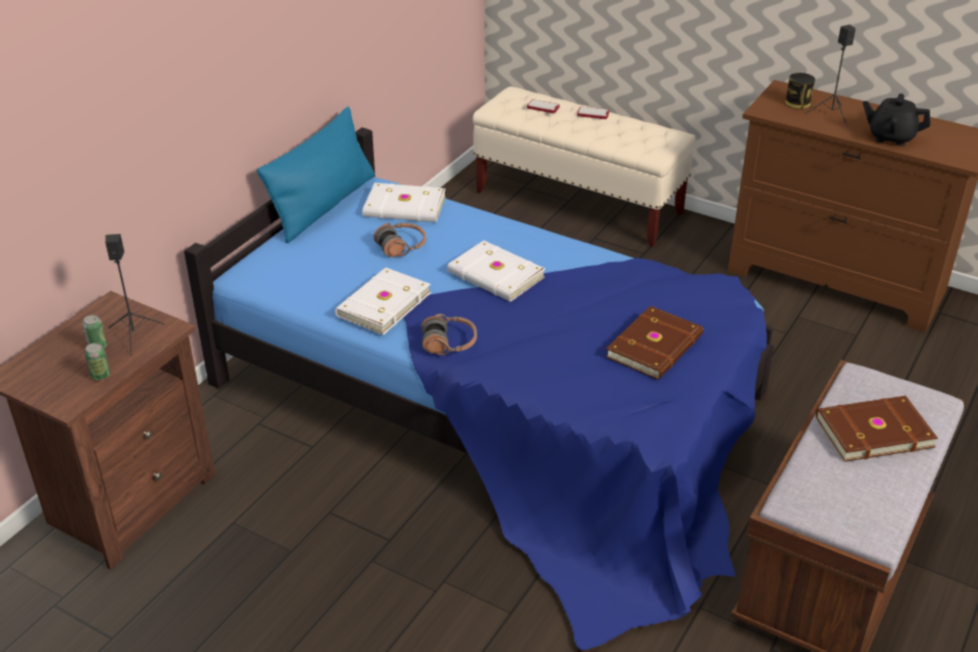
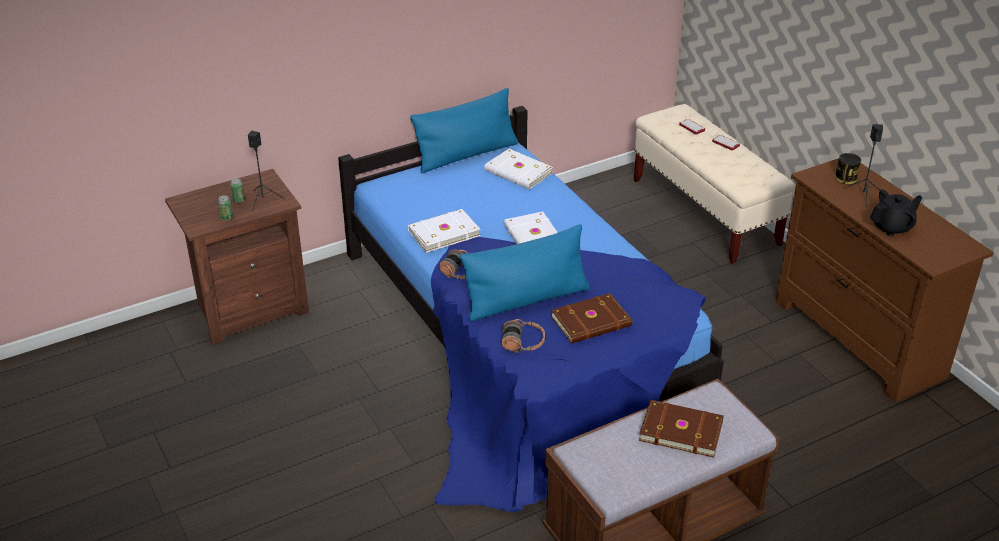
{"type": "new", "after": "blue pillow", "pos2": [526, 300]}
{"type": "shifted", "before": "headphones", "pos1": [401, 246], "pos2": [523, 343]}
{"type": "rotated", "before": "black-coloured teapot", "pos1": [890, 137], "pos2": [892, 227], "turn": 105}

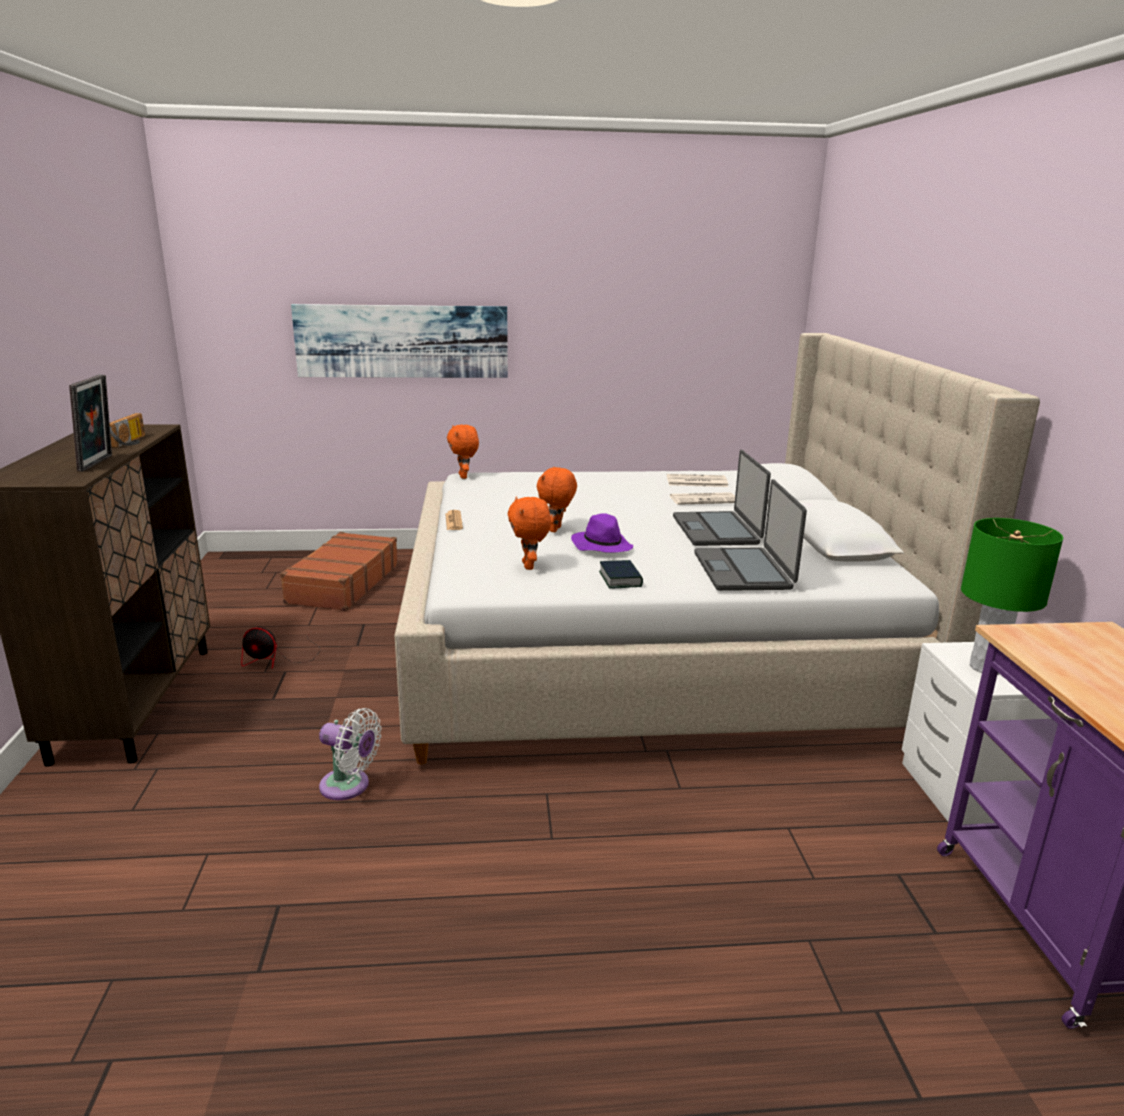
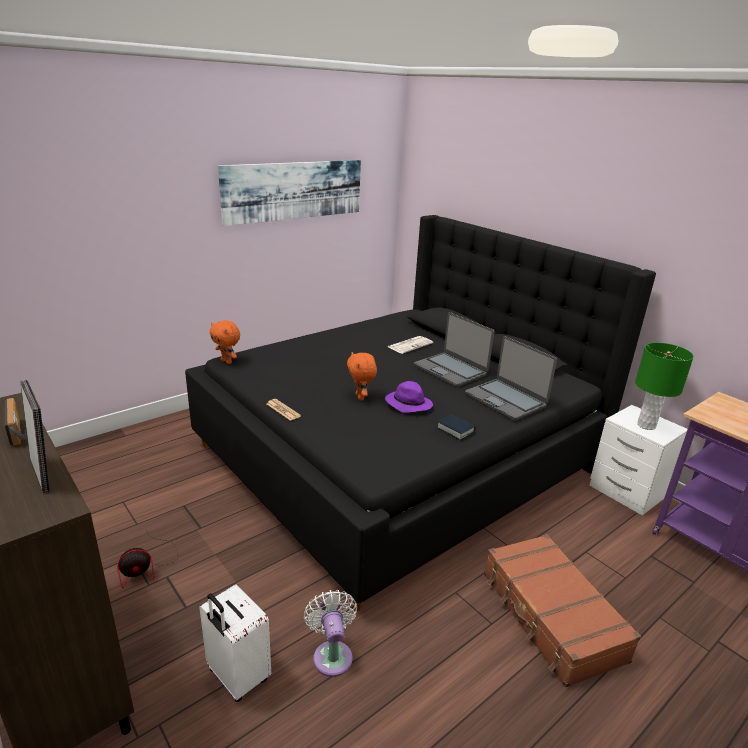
{"type": "gone", "before": "orange-coloured soft toy", "pos1": [529, 566]}
{"type": "gone", "before": "newspaper", "pos1": [696, 482]}
{"type": "new", "after": "white piece of luggage", "pos2": [237, 676]}
{"type": "shifted", "before": "brown-coloured piece of luggage", "pos1": [342, 584], "pos2": [550, 616]}
{"type": "shifted", "before": "wall picture", "pos1": [402, 341], "pos2": [294, 190]}
{"type": "repainted", "before": "sand-coloured bed", "after": "black-coloured bed", "pos1": [649, 649], "pos2": [400, 455]}
{"type": "rotated", "before": "white fan", "pos1": [349, 786], "pos2": [332, 654], "turn": -90}

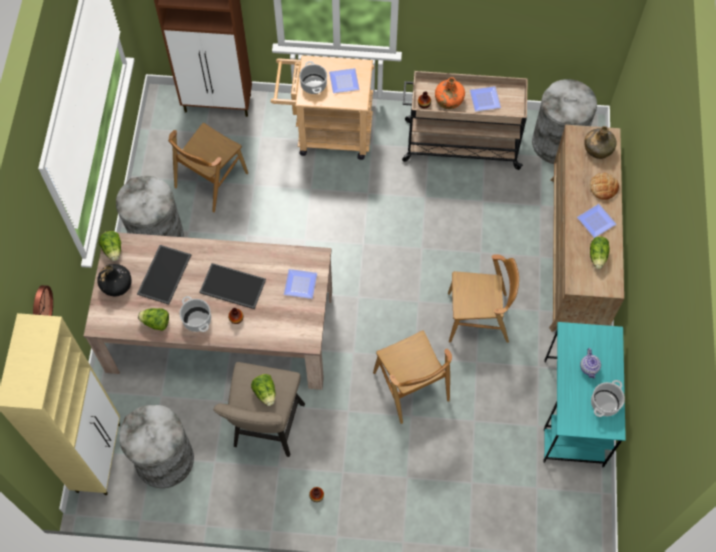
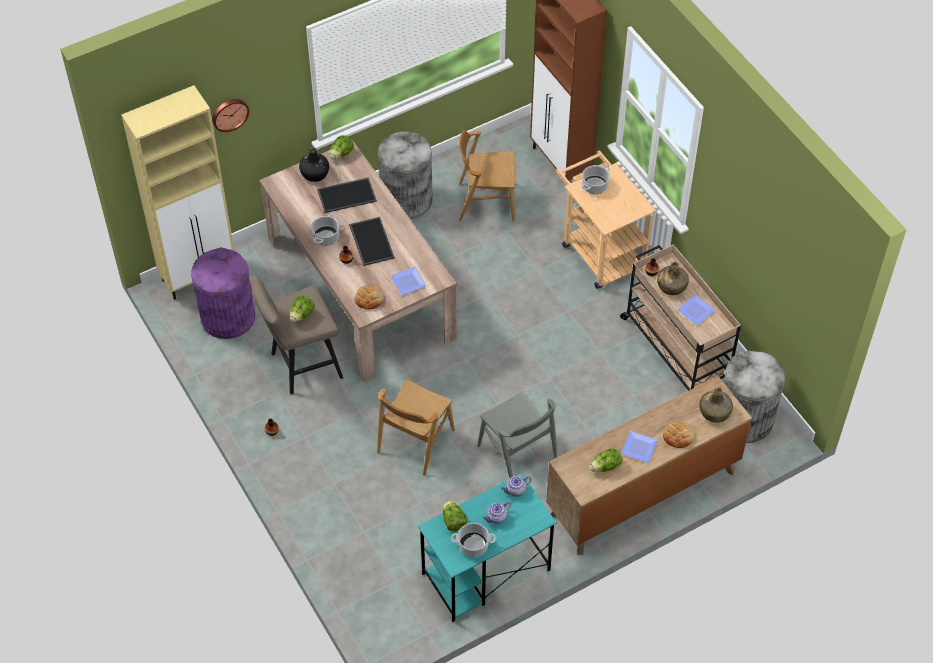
{"type": "gone", "before": "plate", "pos1": [343, 82]}
{"type": "new", "after": "bread", "pos2": [369, 299]}
{"type": "new", "after": "teapot", "pos2": [515, 490]}
{"type": "shifted", "before": "lettuce", "pos1": [156, 323], "pos2": [453, 521]}
{"type": "repainted", "before": "grey waste bin", "after": "purplish waste bin", "pos1": [164, 459], "pos2": [228, 316]}
{"type": "repainted", "before": "orange-coloured beverage bottle", "after": "green-coloured beverage bottle", "pos1": [448, 100], "pos2": [671, 286]}
{"type": "repainted", "before": "brown-coloured upright chair", "after": "grey upright chair", "pos1": [478, 318], "pos2": [517, 454]}

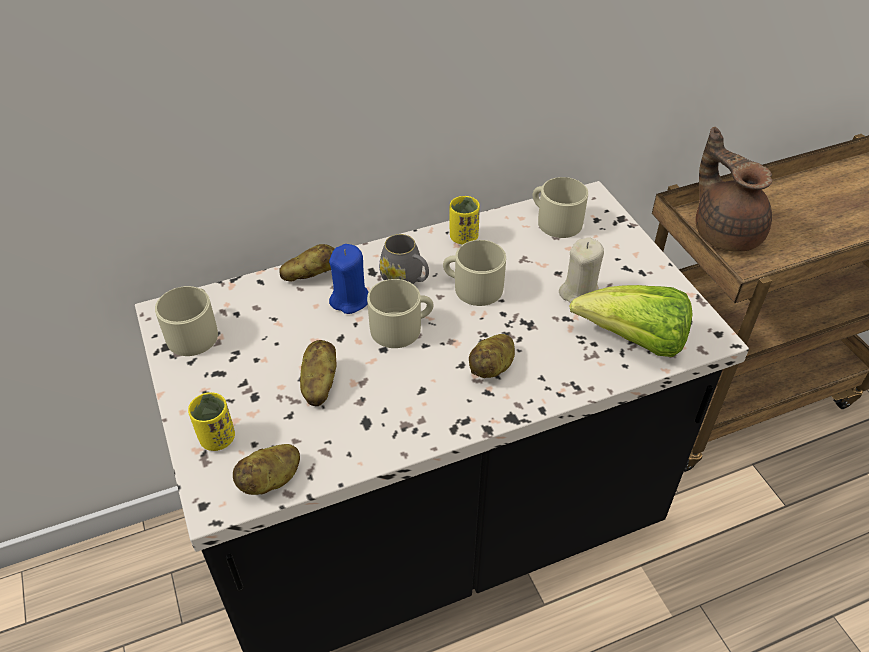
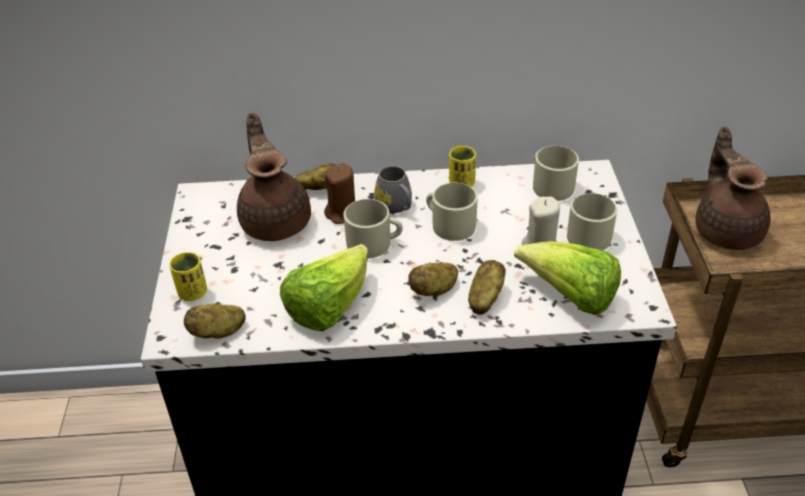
{"type": "new", "after": "brown-coloured teapot", "pos2": [276, 220]}
{"type": "new", "after": "lettuce", "pos2": [328, 307]}
{"type": "shifted", "before": "sand-coloured coffee mug", "pos1": [195, 332], "pos2": [591, 234]}
{"type": "shifted", "before": "potato", "pos1": [319, 384], "pos2": [484, 298]}
{"type": "repainted", "before": "blue wax light", "after": "brown-coloured wax light", "pos1": [350, 299], "pos2": [343, 213]}

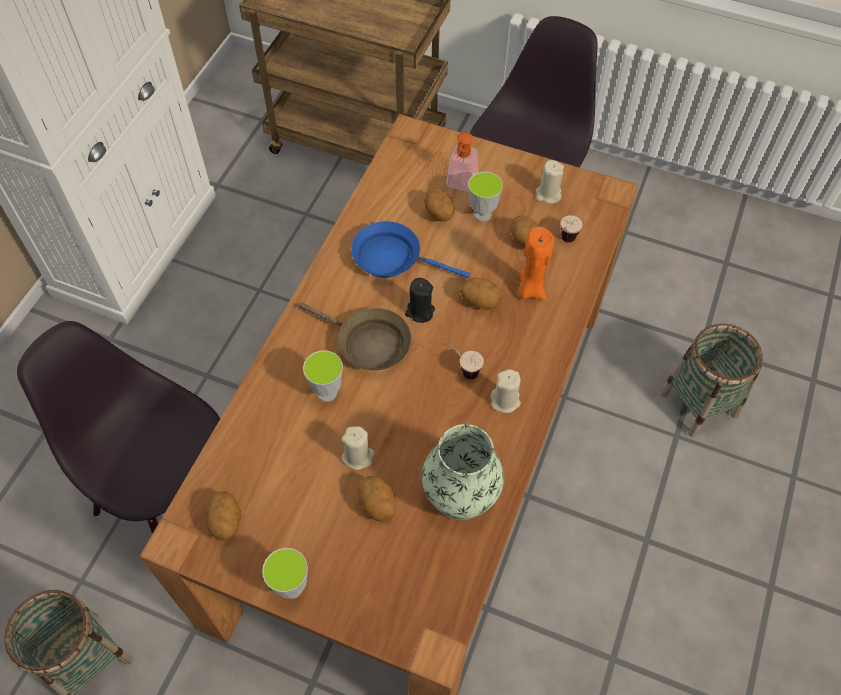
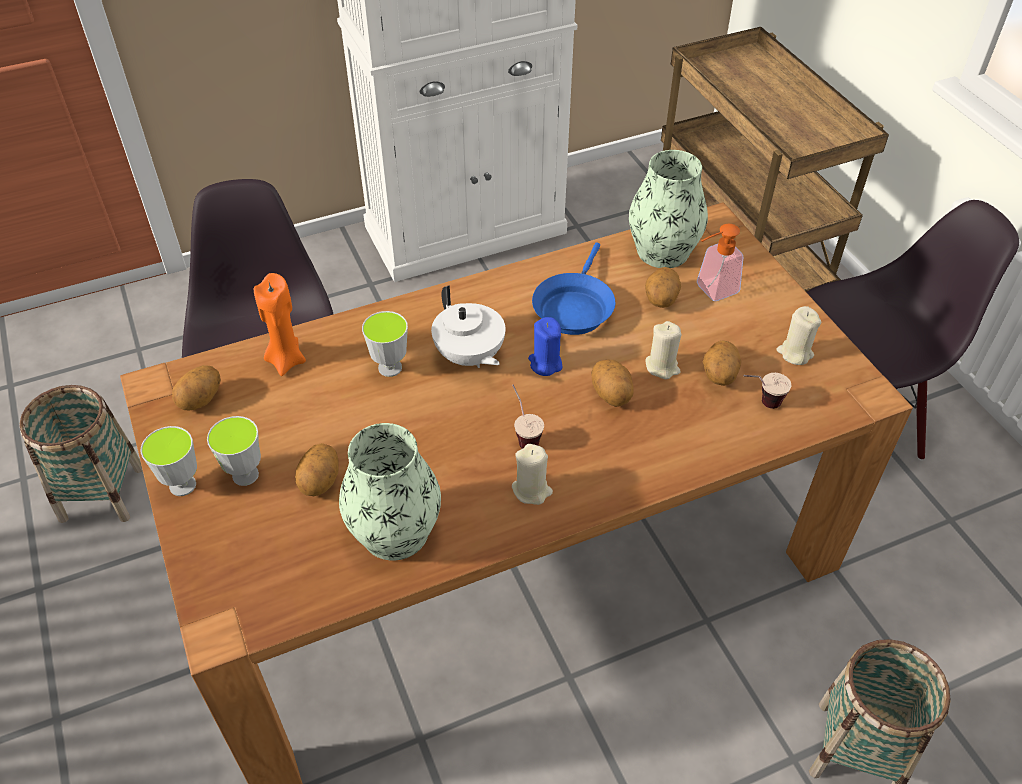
{"type": "new", "after": "vase", "pos2": [662, 251]}
{"type": "shifted", "before": "sand-coloured wax light", "pos1": [358, 456], "pos2": [662, 367]}
{"type": "shifted", "before": "cup", "pos1": [482, 214], "pos2": [245, 475]}
{"type": "shifted", "before": "orange-coloured wax light", "pos1": [530, 289], "pos2": [286, 360]}
{"type": "swapped", "before": "brown-coloured frying pan", "after": "white teapot", "pos1": [368, 344], "pos2": [469, 356]}
{"type": "repainted", "before": "black-coloured wax light", "after": "blue wax light", "pos1": [419, 311], "pos2": [545, 363]}
{"type": "rotated", "before": "blue frying pan", "pos1": [393, 258], "pos2": [574, 307], "turn": -135}

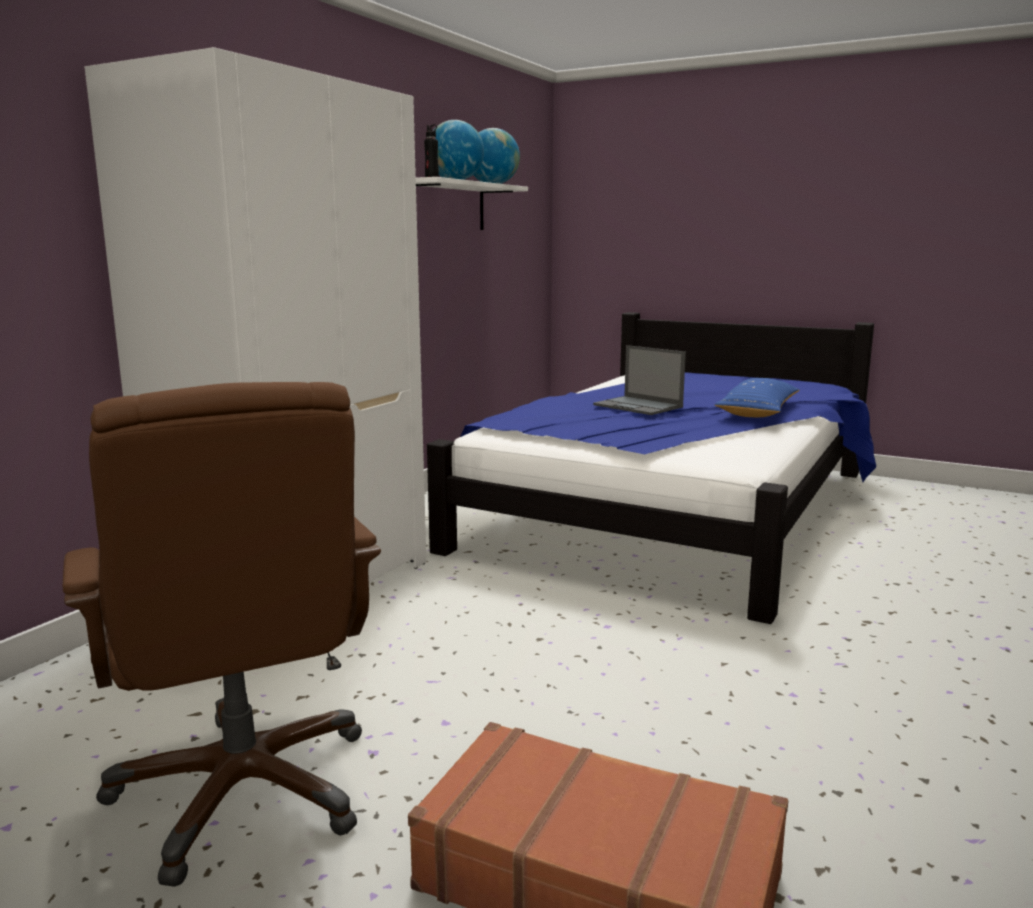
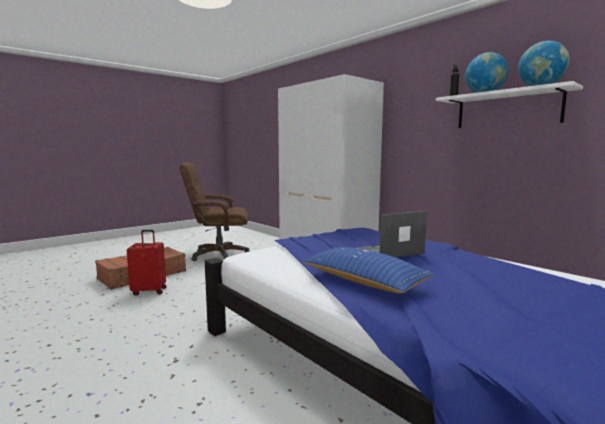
{"type": "new", "after": "red piece of luggage", "pos2": [149, 291]}

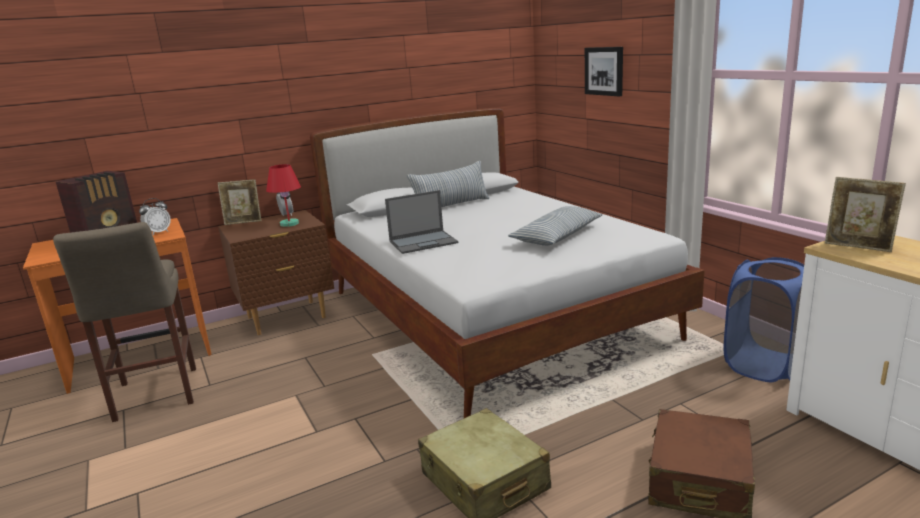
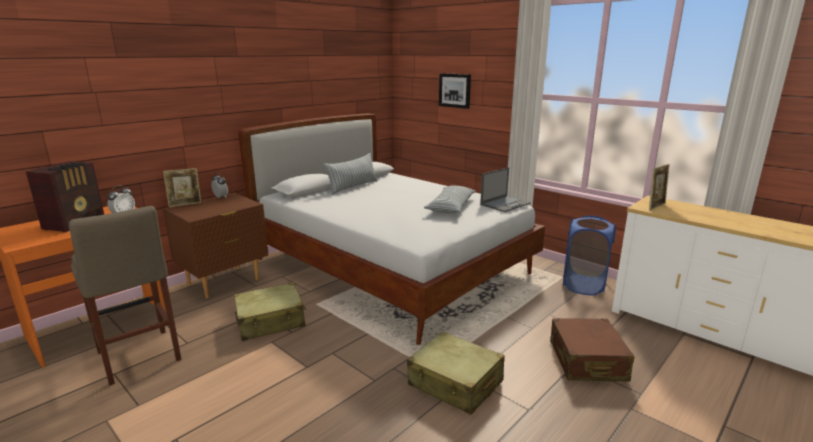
{"type": "gone", "before": "red table lamp", "pos1": [289, 224]}
{"type": "new", "after": "sand-coloured piece of luggage", "pos2": [271, 321]}
{"type": "shifted", "before": "portable computer", "pos1": [424, 242], "pos2": [505, 204]}
{"type": "rotated", "before": "photo frame", "pos1": [858, 247], "pos2": [655, 206], "turn": -60}

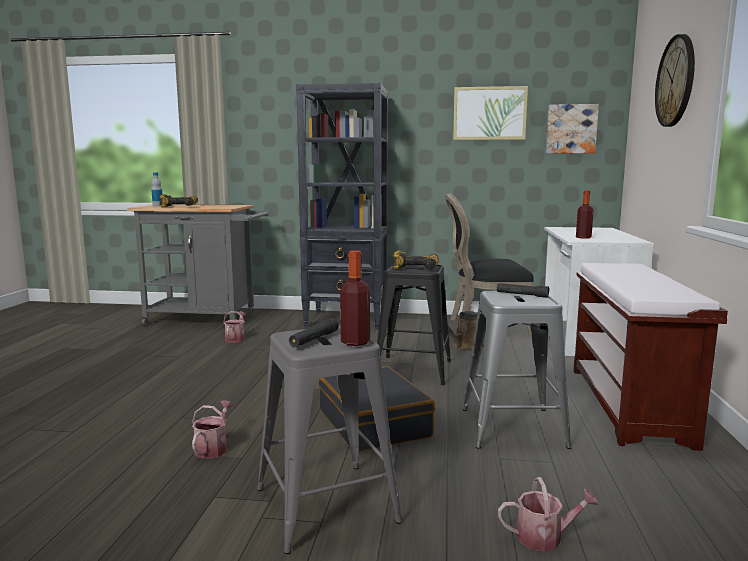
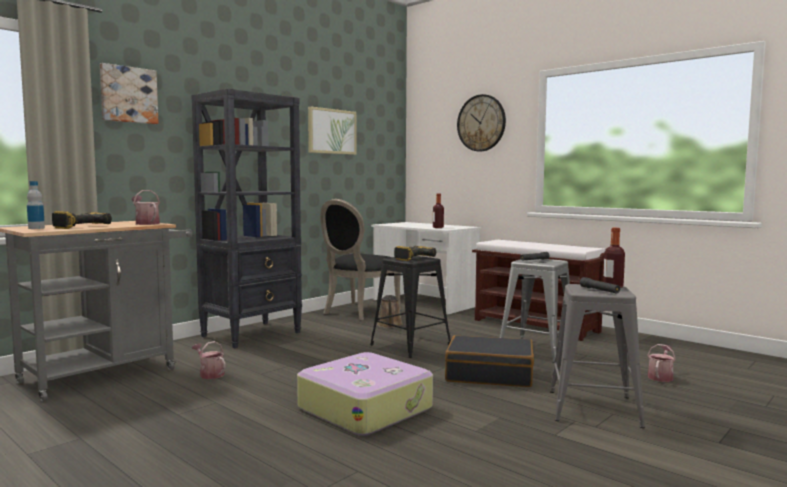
{"type": "new", "after": "piece of luggage", "pos2": [365, 408]}
{"type": "shifted", "before": "sprinkling can", "pos1": [213, 448], "pos2": [146, 223]}
{"type": "shifted", "before": "wall picture", "pos1": [571, 129], "pos2": [128, 95]}

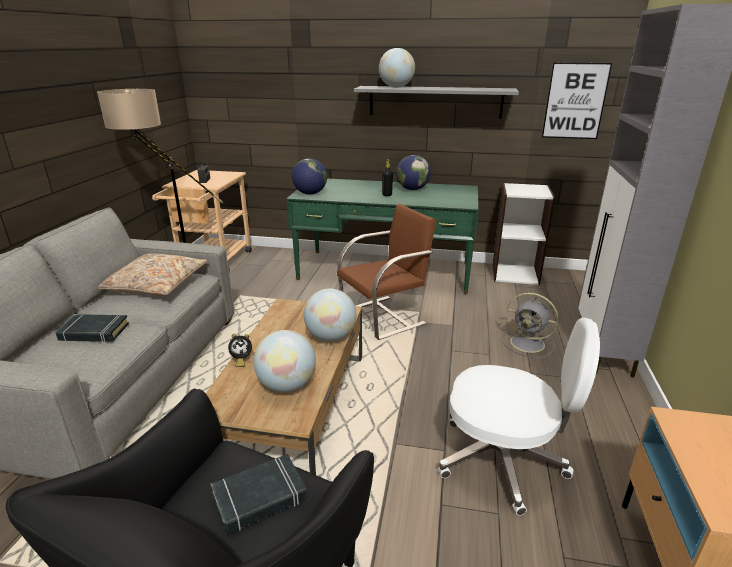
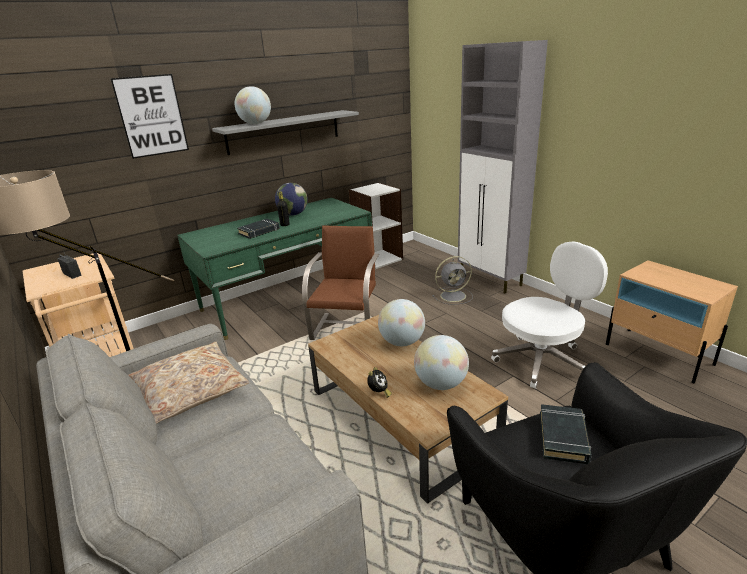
{"type": "gone", "before": "desk globe", "pos1": [310, 193]}
{"type": "shifted", "before": "black-coloured volume", "pos1": [94, 332], "pos2": [259, 231]}
{"type": "shifted", "before": "wall picture", "pos1": [575, 101], "pos2": [151, 116]}

